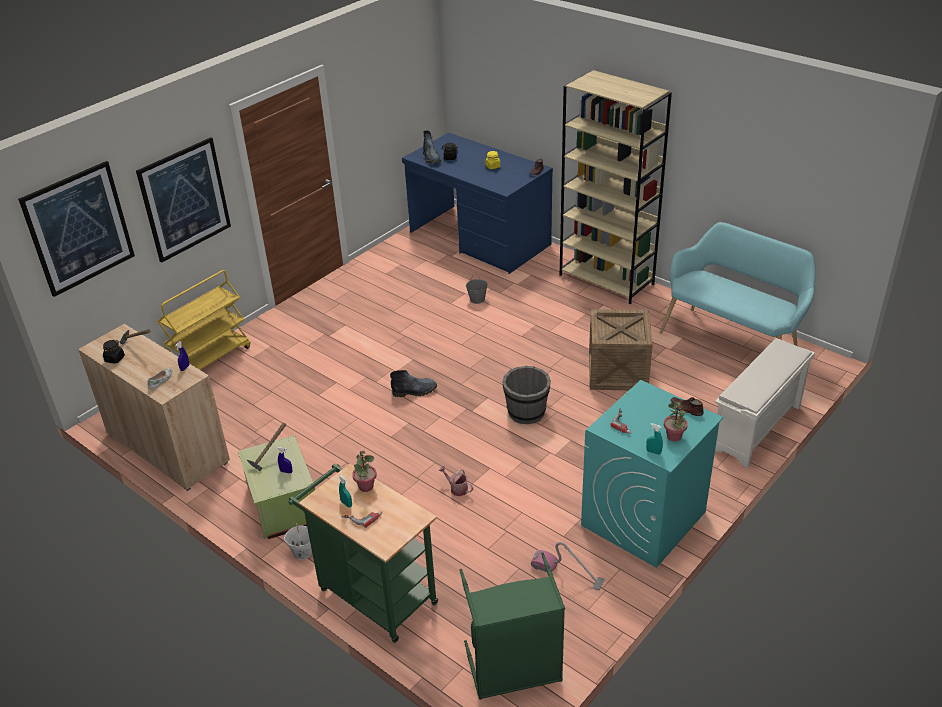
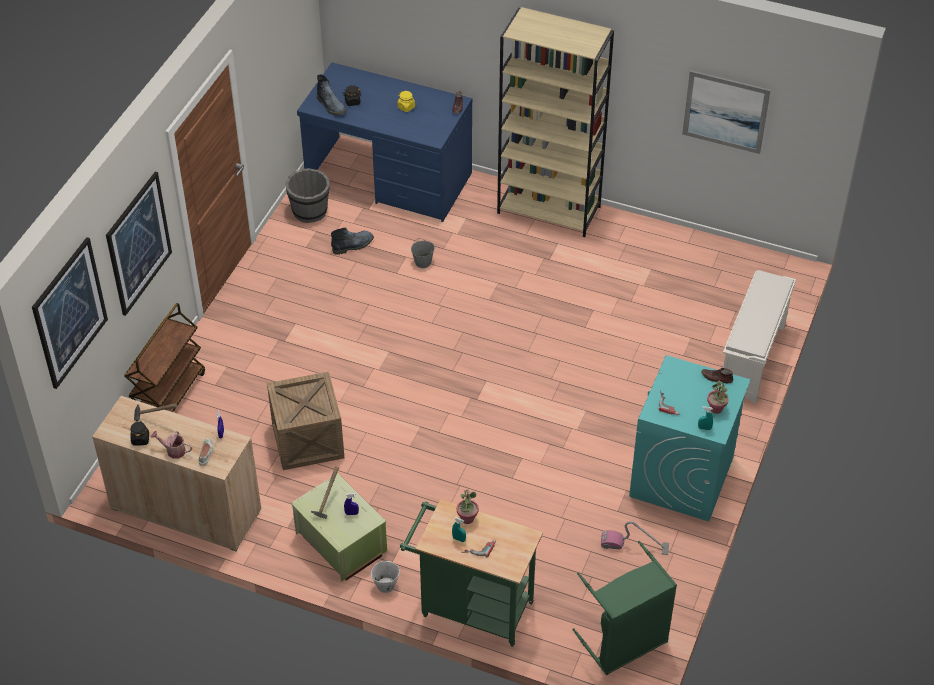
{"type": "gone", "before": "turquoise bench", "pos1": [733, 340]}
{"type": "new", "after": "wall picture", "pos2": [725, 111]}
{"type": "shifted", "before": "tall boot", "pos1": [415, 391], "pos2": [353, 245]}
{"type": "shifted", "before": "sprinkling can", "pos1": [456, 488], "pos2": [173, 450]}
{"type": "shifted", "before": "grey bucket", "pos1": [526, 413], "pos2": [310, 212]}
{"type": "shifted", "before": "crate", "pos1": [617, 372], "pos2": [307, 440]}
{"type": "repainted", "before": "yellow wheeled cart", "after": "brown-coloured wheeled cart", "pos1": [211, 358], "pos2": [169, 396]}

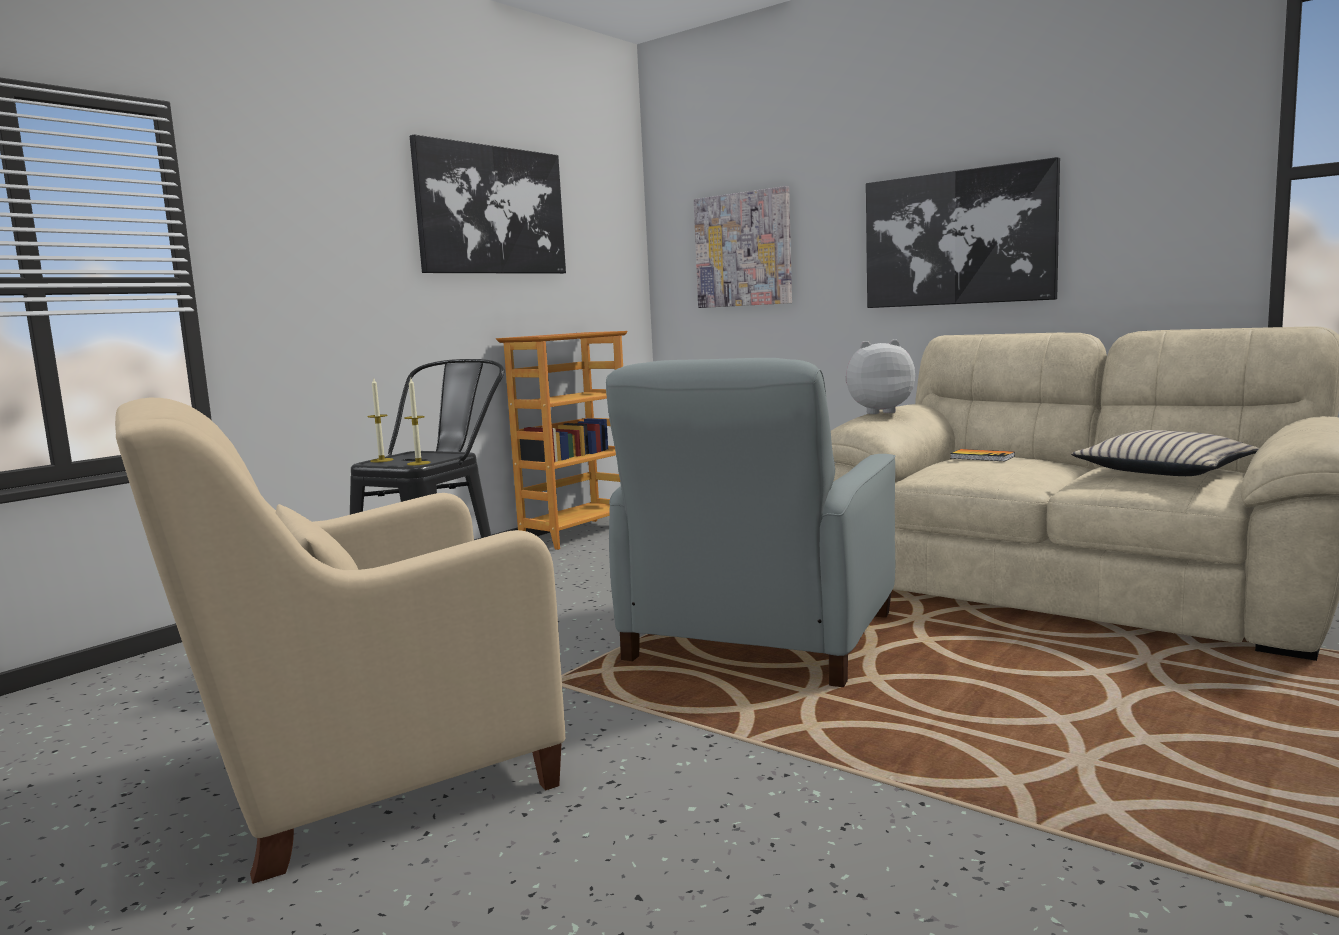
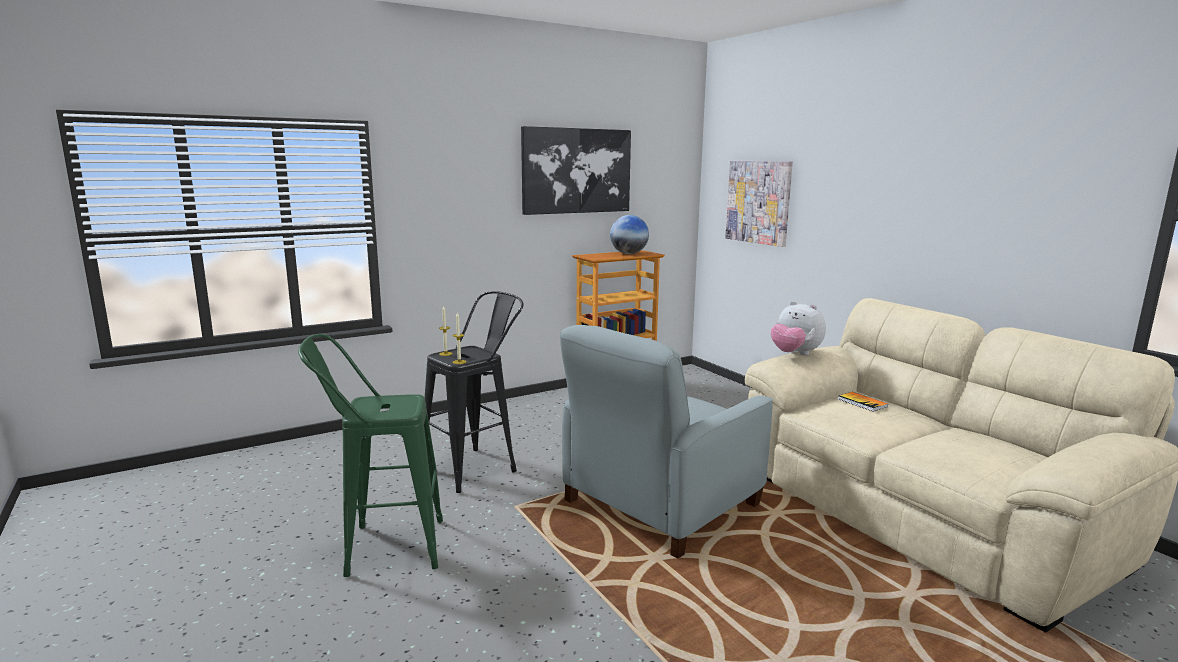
{"type": "gone", "before": "wall picture", "pos1": [958, 238]}
{"type": "gone", "before": "sand-coloured pillow", "pos1": [1164, 471]}
{"type": "new", "after": "desk globe", "pos2": [628, 253]}
{"type": "swapped", "before": "sand-coloured easy chair", "after": "green-coloured stool seat", "pos1": [366, 776], "pos2": [383, 547]}
{"type": "rotated", "before": "soft toy", "pos1": [877, 412], "pos2": [794, 354], "turn": -150}

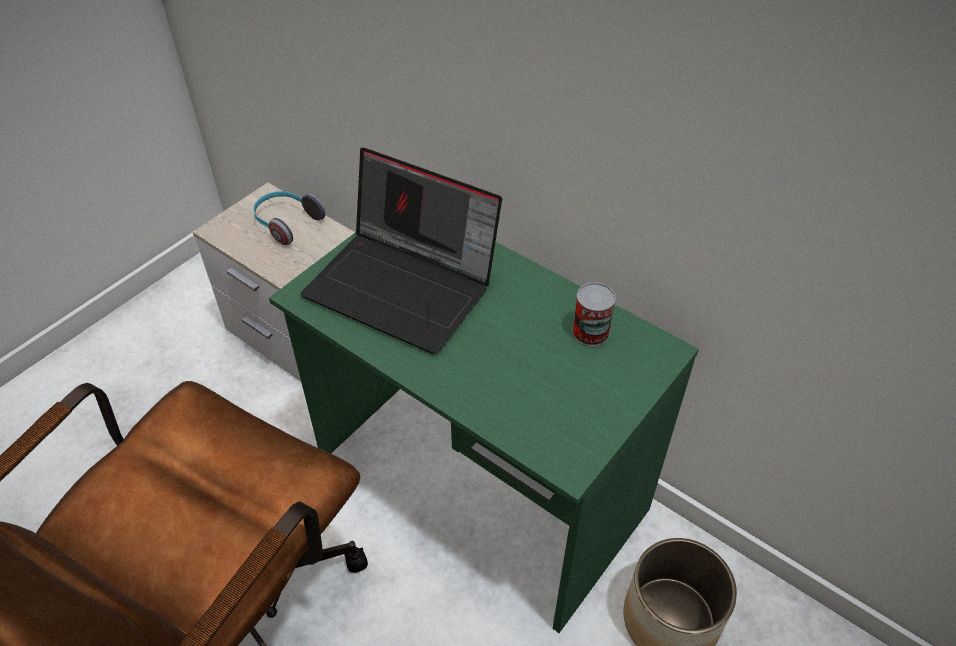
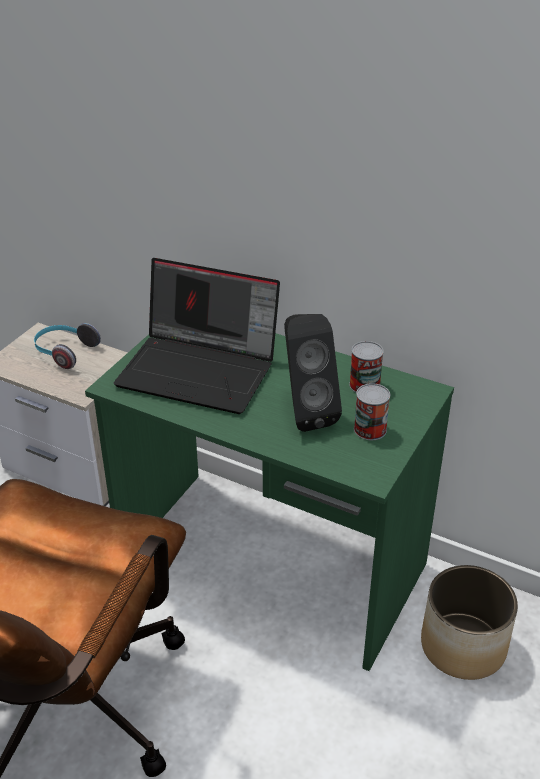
{"type": "new", "after": "black-coloured loudspeaker", "pos2": [305, 413]}
{"type": "new", "after": "can", "pos2": [370, 429]}

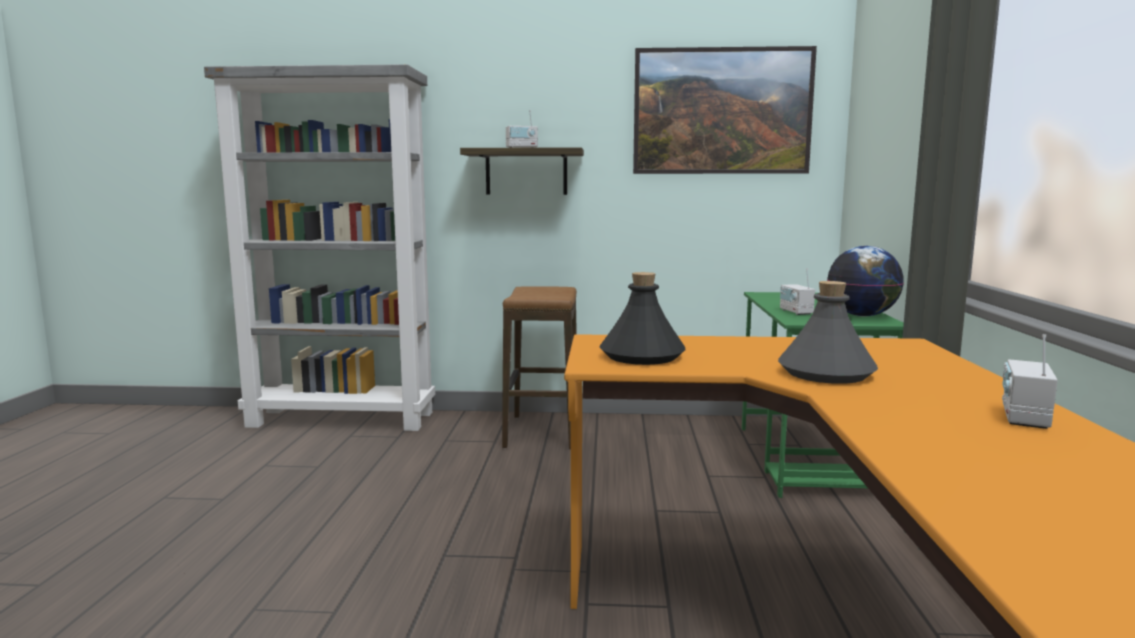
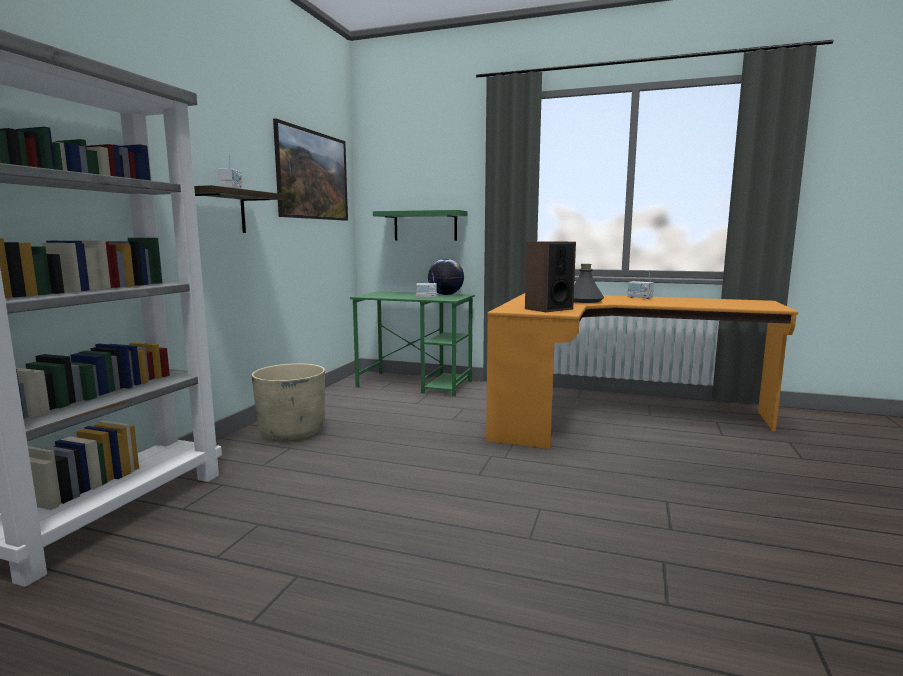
{"type": "new", "after": "green-coloured bracket shelf", "pos2": [425, 226]}
{"type": "swapped", "before": "stool seat", "after": "sand-coloured flower pot", "pos1": [542, 432], "pos2": [292, 431]}
{"type": "swapped", "before": "black-coloured beverage bottle", "after": "loudspeaker", "pos1": [642, 356], "pos2": [548, 309]}

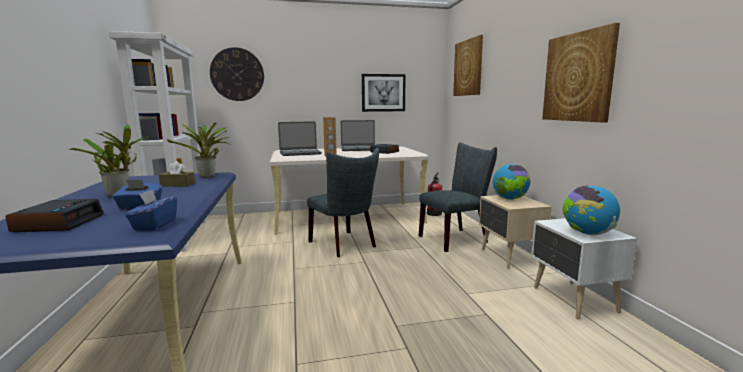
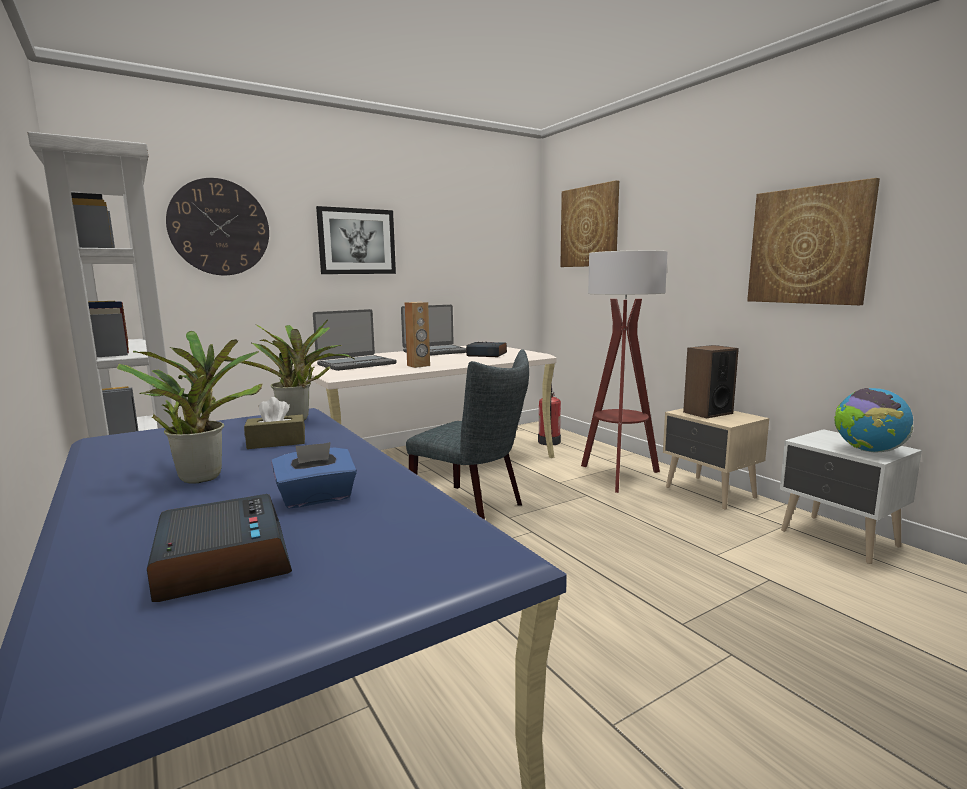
{"type": "gone", "before": "blue box of tissues", "pos1": [154, 225]}
{"type": "shifted", "before": "wall picture", "pos1": [383, 93], "pos2": [357, 241]}
{"type": "swapped", "before": "grey upright chair", "after": "standing lamp", "pos1": [456, 238], "pos2": [618, 476]}
{"type": "swapped", "before": "desk globe", "after": "loudspeaker", "pos1": [509, 199], "pos2": [707, 413]}

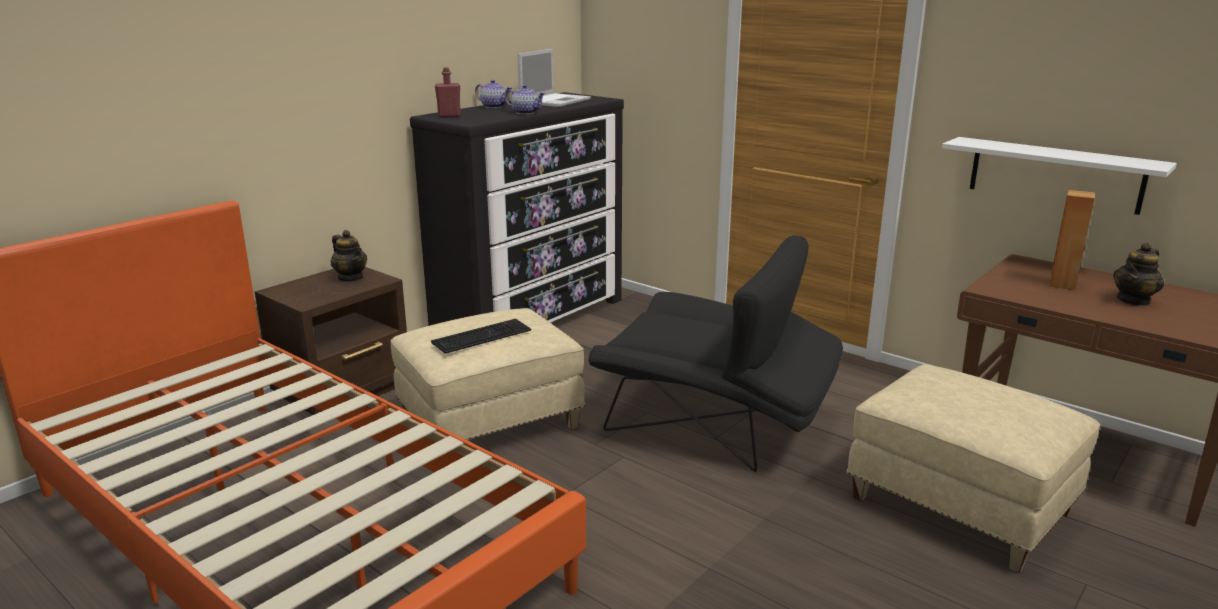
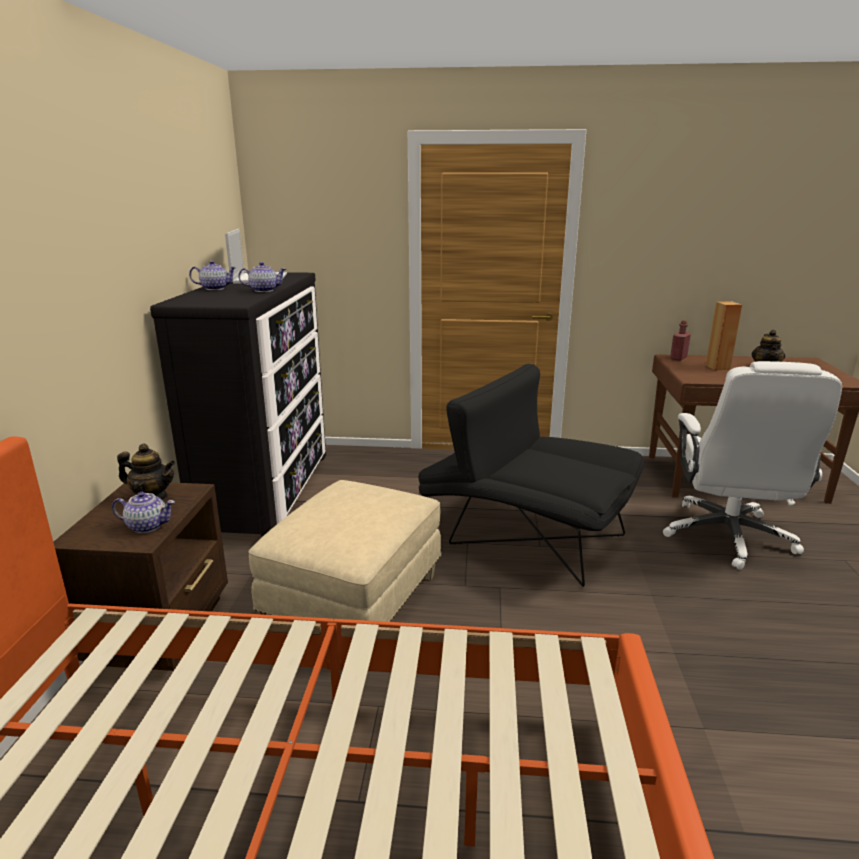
{"type": "gone", "before": "PC keyboard", "pos1": [482, 336]}
{"type": "gone", "before": "white bracket shelf", "pos1": [1055, 175]}
{"type": "new", "after": "teapot", "pos2": [147, 526]}
{"type": "shifted", "before": "red beverage bottle", "pos1": [449, 116], "pos2": [678, 358]}
{"type": "swapped", "before": "sand-coloured ottoman", "after": "white office chair", "pos1": [957, 505], "pos2": [728, 536]}
{"type": "rotated", "before": "black-coloured easy chair", "pos1": [716, 423], "pos2": [525, 533], "turn": -135}

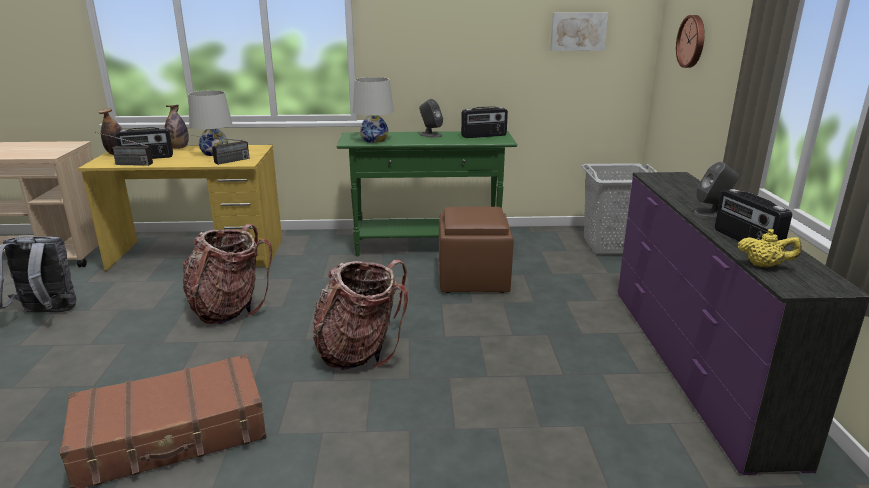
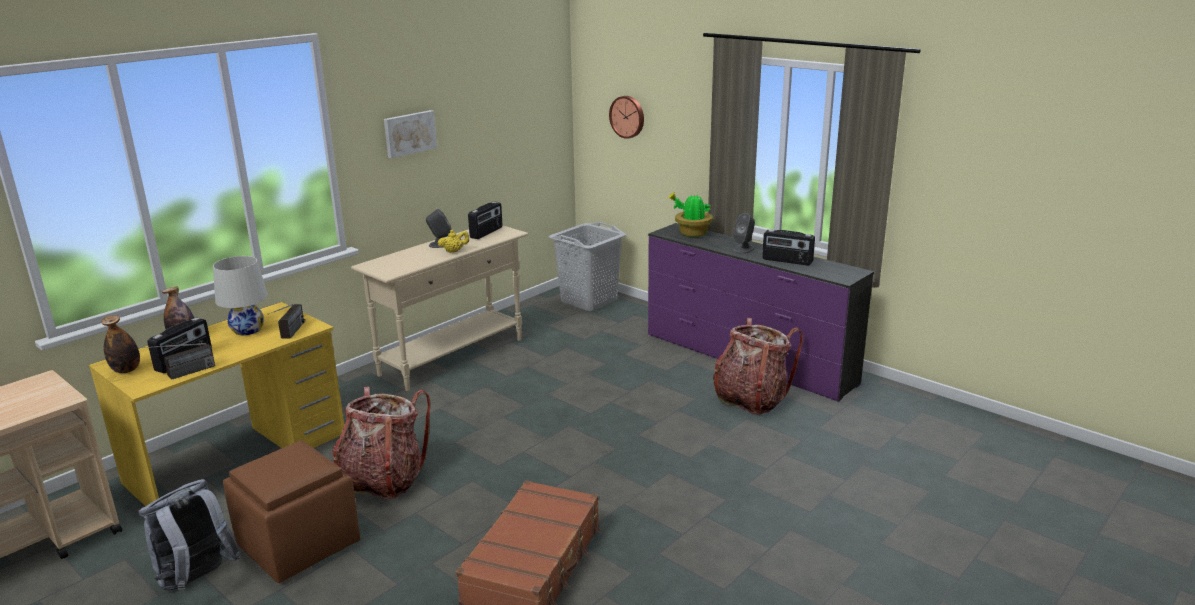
{"type": "gone", "before": "white table lamp", "pos1": [374, 140]}
{"type": "new", "after": "houseplant", "pos2": [691, 233]}
{"type": "shifted", "before": "backpack", "pos1": [359, 351], "pos2": [751, 399]}
{"type": "shifted", "before": "brown-coloured ottoman", "pos1": [473, 279], "pos2": [299, 543]}
{"type": "shifted", "before": "wall picture", "pos1": [578, 31], "pos2": [409, 133]}
{"type": "shifted", "before": "yellow teapot", "pos1": [764, 265], "pos2": [454, 251]}
{"type": "repainted", "before": "green-coloured narrow table", "after": "sand-coloured narrow table", "pos1": [427, 246], "pos2": [453, 357]}

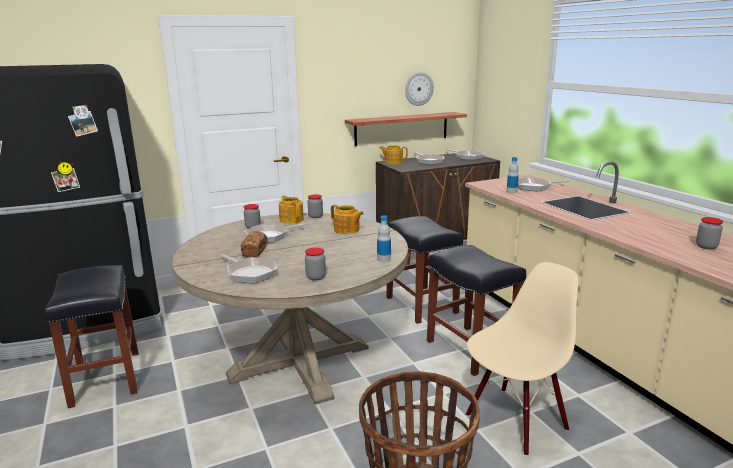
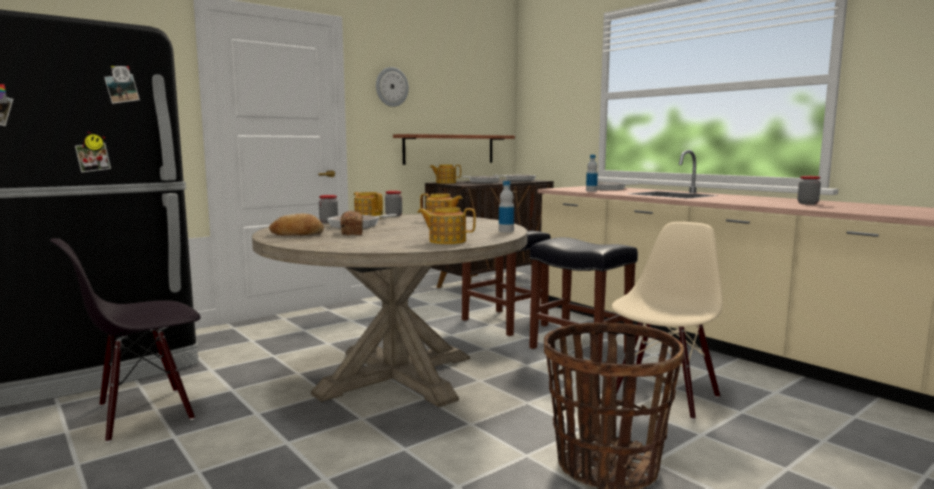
{"type": "gone", "before": "frying pan", "pos1": [250, 273]}
{"type": "new", "after": "bread", "pos2": [297, 234]}
{"type": "shifted", "before": "wall clock", "pos1": [418, 89], "pos2": [391, 87]}
{"type": "swapped", "before": "black-coloured stool seat", "after": "black-coloured upright chair", "pos1": [105, 377], "pos2": [144, 413]}
{"type": "swapped", "before": "preserve jar", "after": "teapot", "pos1": [315, 277], "pos2": [446, 241]}

